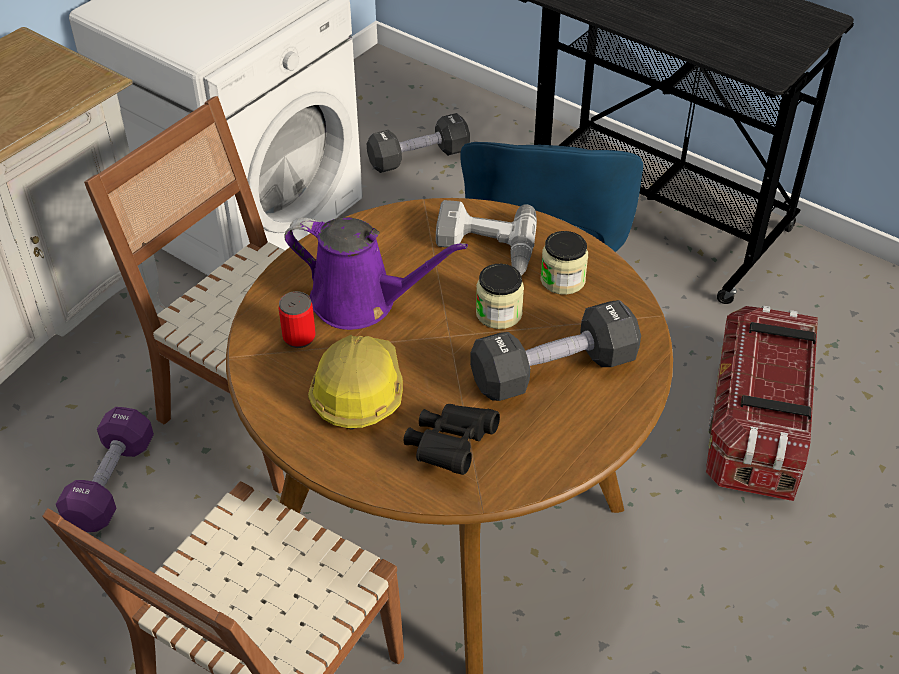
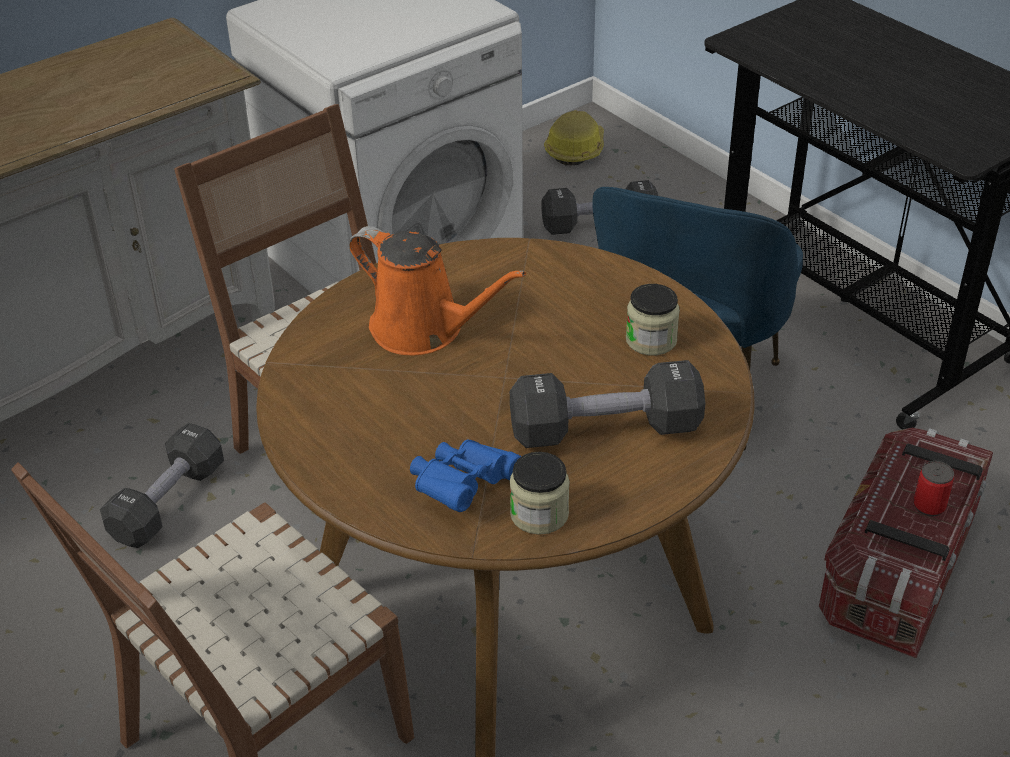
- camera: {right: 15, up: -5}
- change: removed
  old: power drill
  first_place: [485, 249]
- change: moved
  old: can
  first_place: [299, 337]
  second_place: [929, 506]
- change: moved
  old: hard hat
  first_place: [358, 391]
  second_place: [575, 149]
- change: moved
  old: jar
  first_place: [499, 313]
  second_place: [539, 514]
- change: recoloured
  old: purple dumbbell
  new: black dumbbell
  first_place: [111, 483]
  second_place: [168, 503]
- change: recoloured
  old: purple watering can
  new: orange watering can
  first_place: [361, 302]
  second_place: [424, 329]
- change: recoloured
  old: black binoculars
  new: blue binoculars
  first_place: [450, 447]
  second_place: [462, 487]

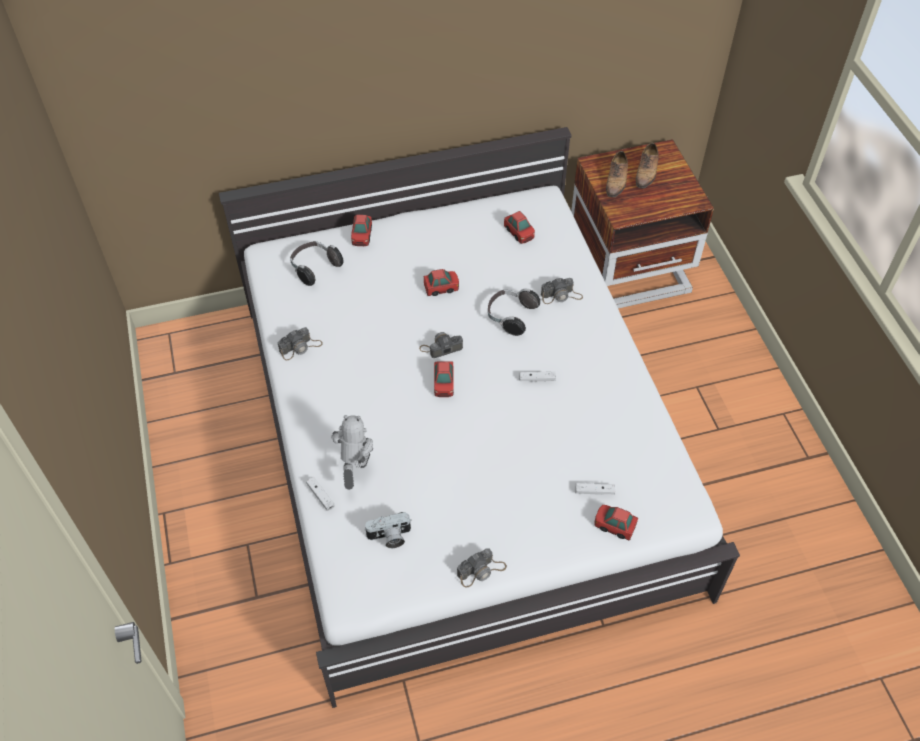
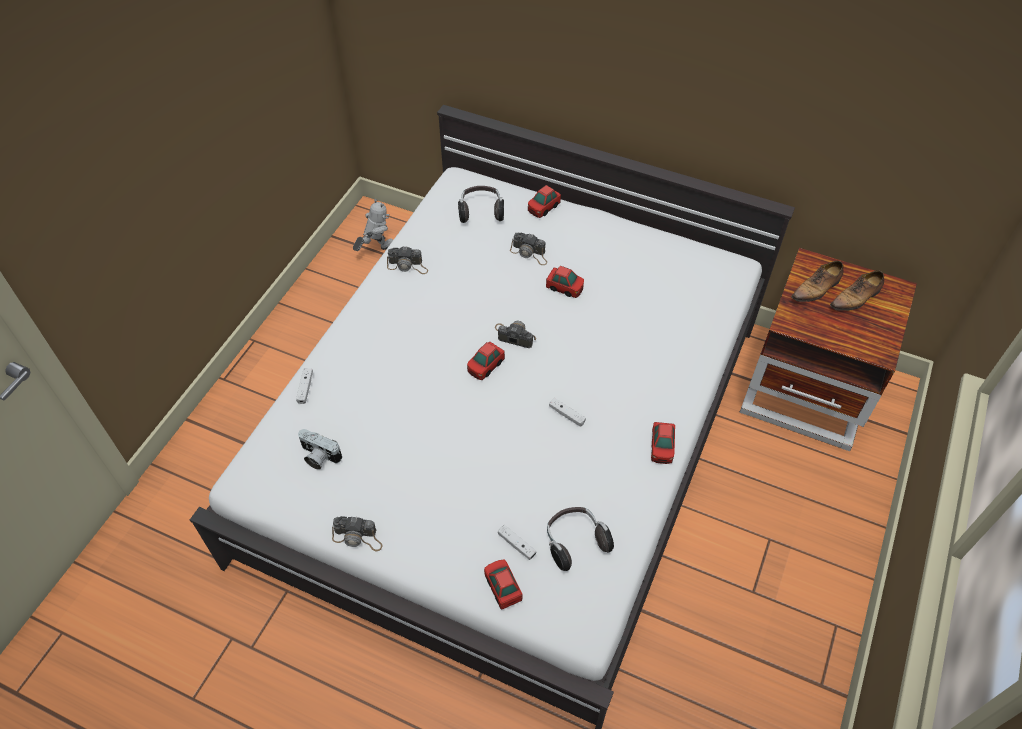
- camera: {right: 40, up: 0}
- change: moved
  old: toy robot
  first_place: [355, 471]
  second_place: [376, 249]
- change: moved
  old: headphones
  first_place: [510, 316]
  second_place: [575, 542]
- change: moved
  old: toy car
  first_place: [519, 233]
  second_place: [661, 447]
- change: moved
  old: photo camera
  first_place: [561, 296]
  second_place: [529, 253]

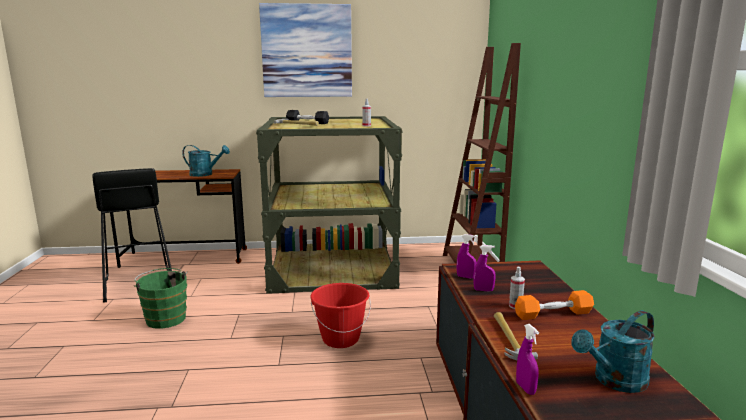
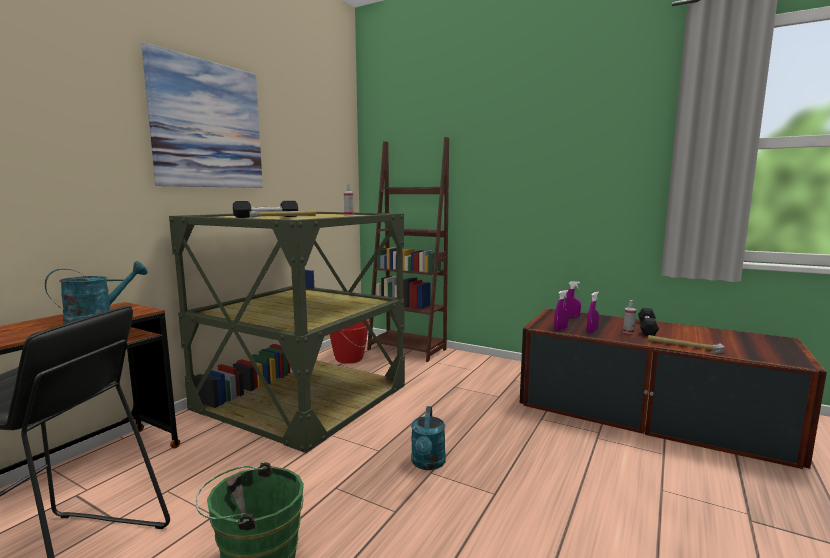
- camera: {right: -55, up: -5}
- change: moved
  old: red bucket
  first_place: [340, 339]
  second_place: [349, 358]
- change: moved
  old: purple spray bottle
  first_place: [525, 388]
  second_place: [571, 316]
- change: moved
  old: turquoise watering can
  first_place: [614, 381]
  second_place: [428, 464]
- change: recoloured
  old: orange dumbbell
  new: black dumbbell
  first_place: [553, 314]
  second_place: [647, 328]

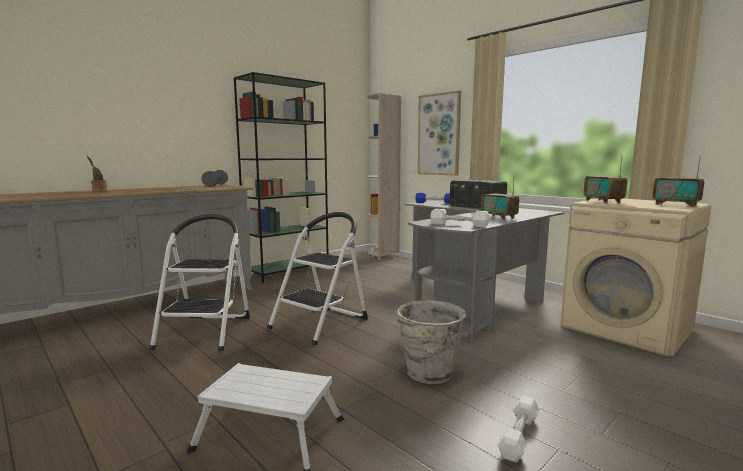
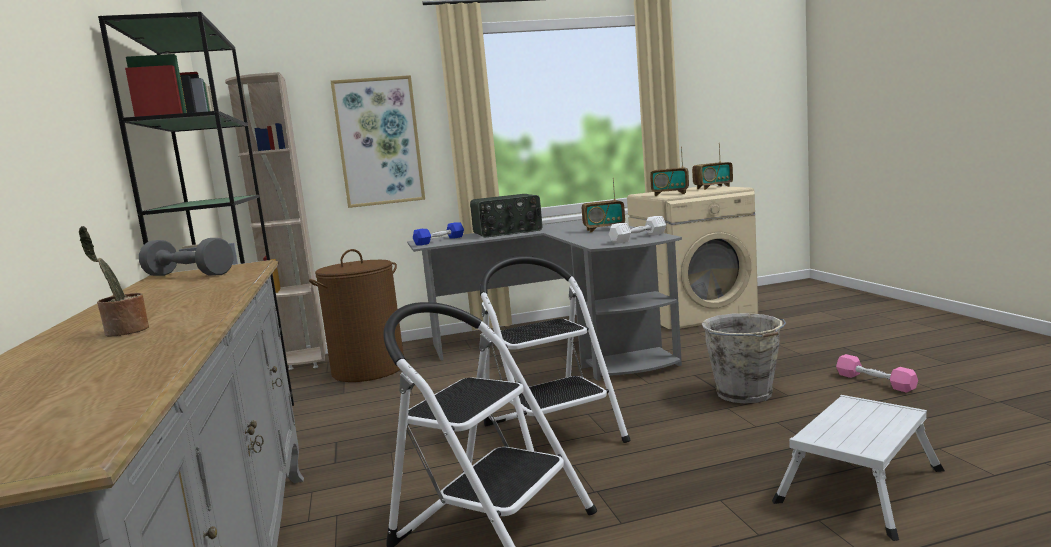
- camera: {right: -60, up: 0}
- change: added
  new: brown laundry basket
  second_place: [368, 370]
- change: recoloured
  old: white dumbbell
  new: pink dumbbell
  first_place: [519, 436]
  second_place: [875, 382]

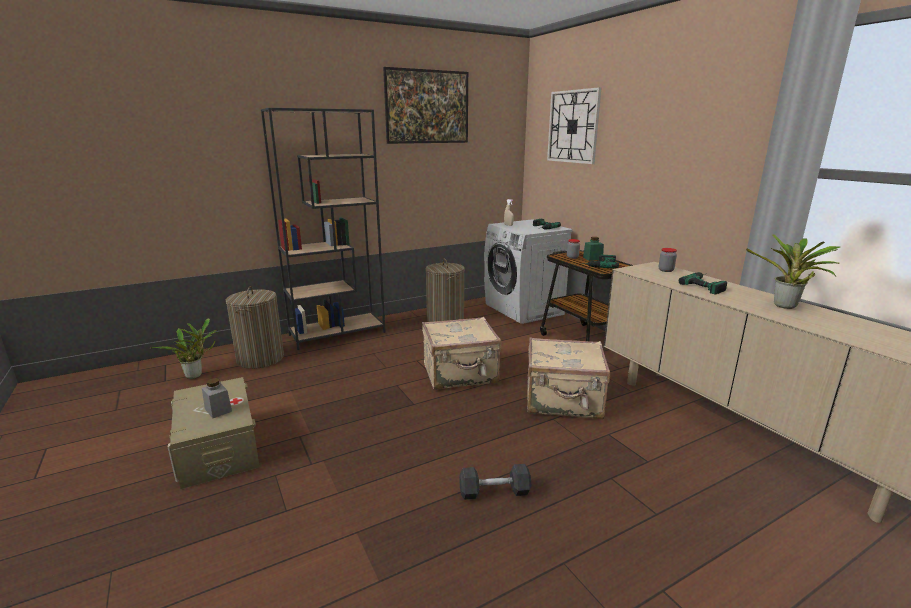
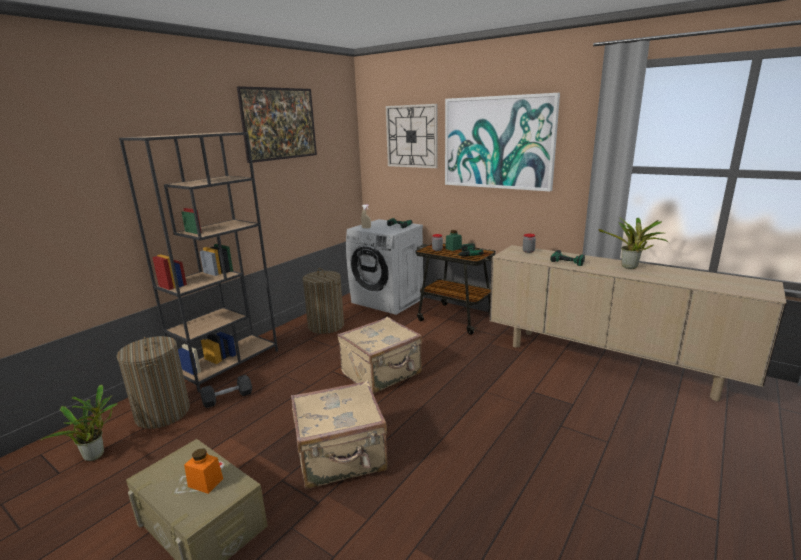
- camera: {right: -25, up: 0}
- change: added
  new: picture
  second_place: [498, 143]
- change: moved
  old: grey dumbbell
  first_place: [494, 492]
  second_place: [228, 398]
- change: moved
  old: beige suitcase
  first_place: [563, 401]
  second_place: [341, 457]
- change: recoloured
  old: grey jar
  new: orange jar
  first_place: [218, 410]
  second_place: [205, 482]

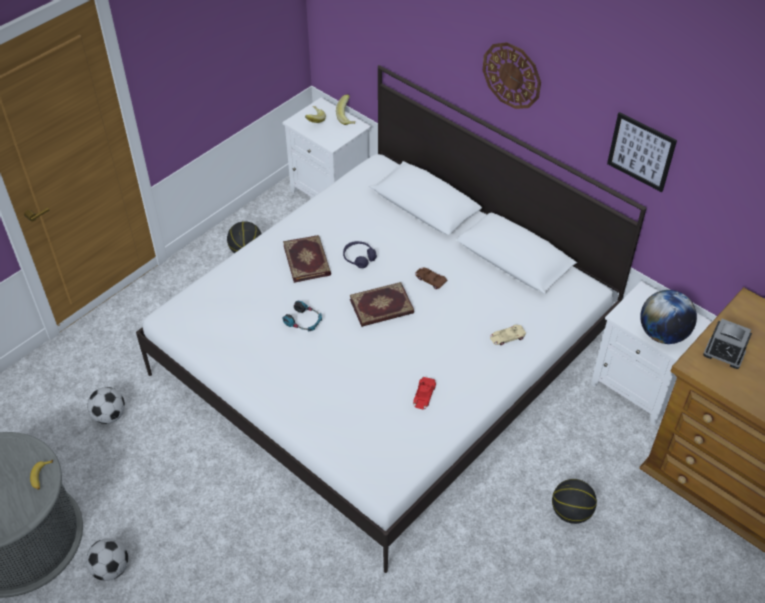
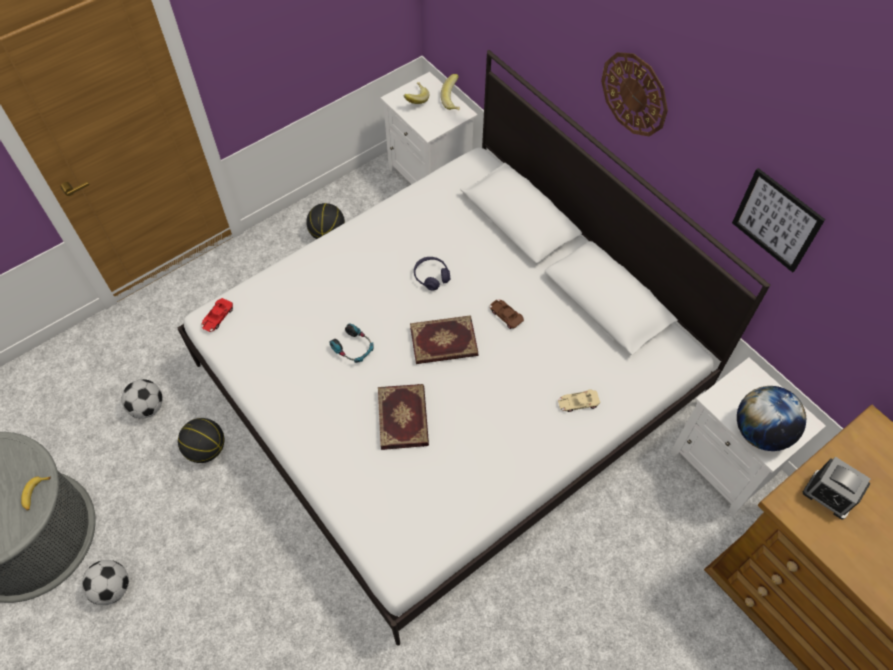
- camera: {right: 10, up: 10}
- change: moved
  old: book
  first_place: [307, 260]
  second_place: [404, 418]
- change: moved
  old: red toy car
  first_place: [424, 396]
  second_place: [217, 317]
- change: moved
  old: basketball
  first_place: [571, 512]
  second_place: [206, 449]

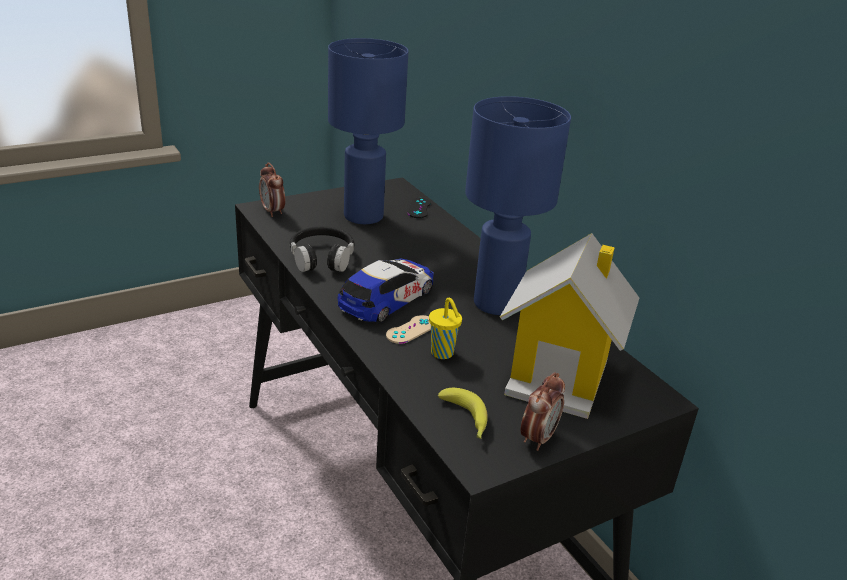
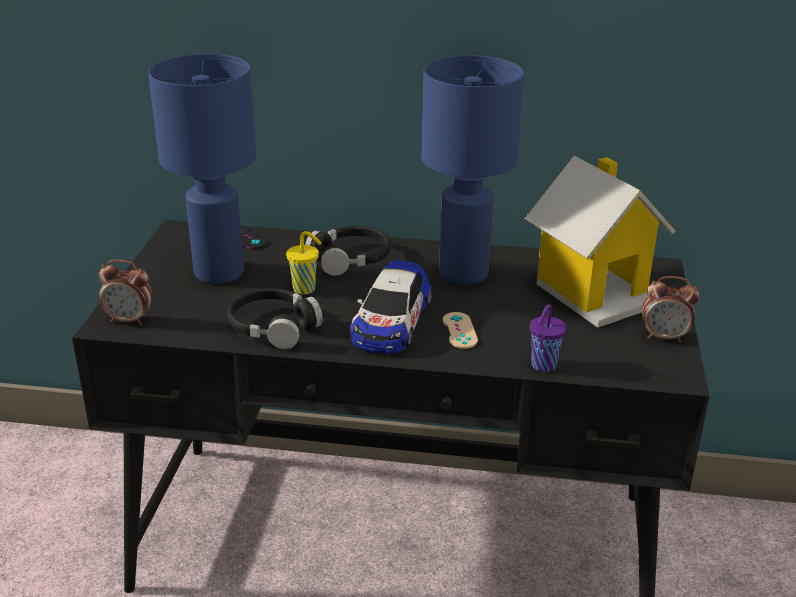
- camera: {right: -50, up: 0}
- change: removed
  old: banana
  first_place: [466, 420]
- change: added
  new: black headphones
  second_place: [350, 259]
- change: added
  new: purple cup
  second_place: [543, 366]
- change: moved
  old: yellow cup
  first_place: [443, 354]
  second_place: [305, 289]
- change: turned
  old: toy car
  first_place: [387, 297]
  second_place: [391, 321]
  degrees: -150
- change: turned
  old: alarm clock
  first_place: [538, 438]
  second_place: [664, 337]
  degrees: 120

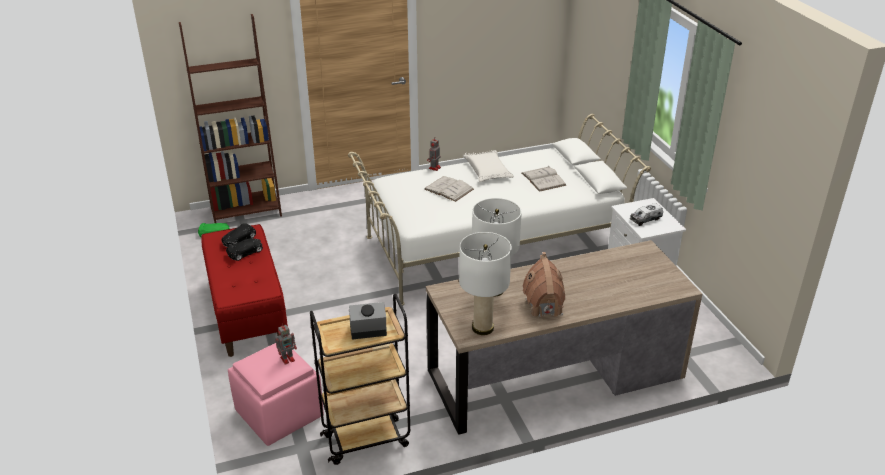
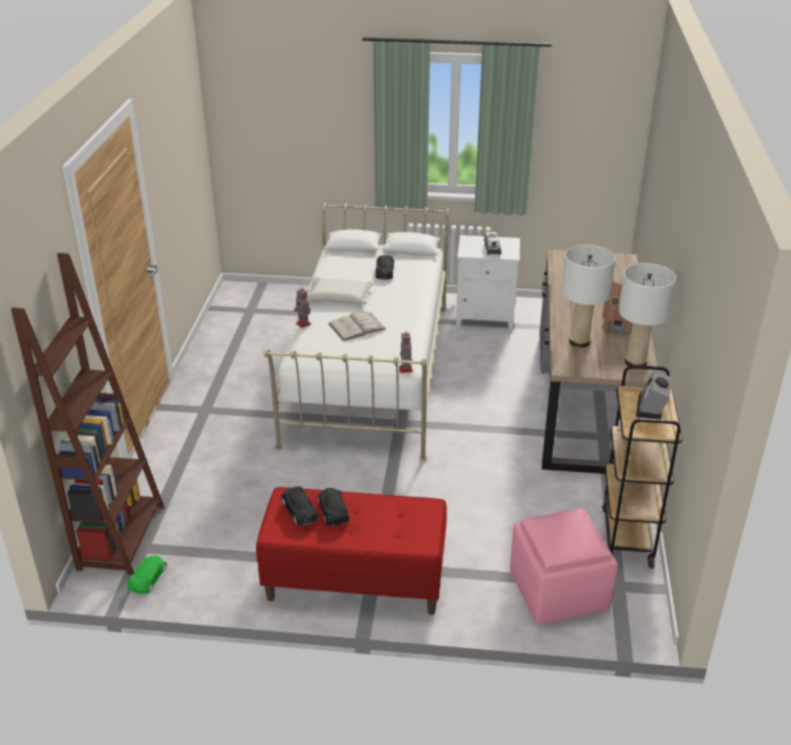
- camera: {right: -65, up: 0}
- change: moved
  old: toy robot
  first_place: [288, 358]
  second_place: [405, 368]
- change: replaced
  old: white book
  new: black toy car
  first_place: [543, 179]
  second_place: [384, 272]

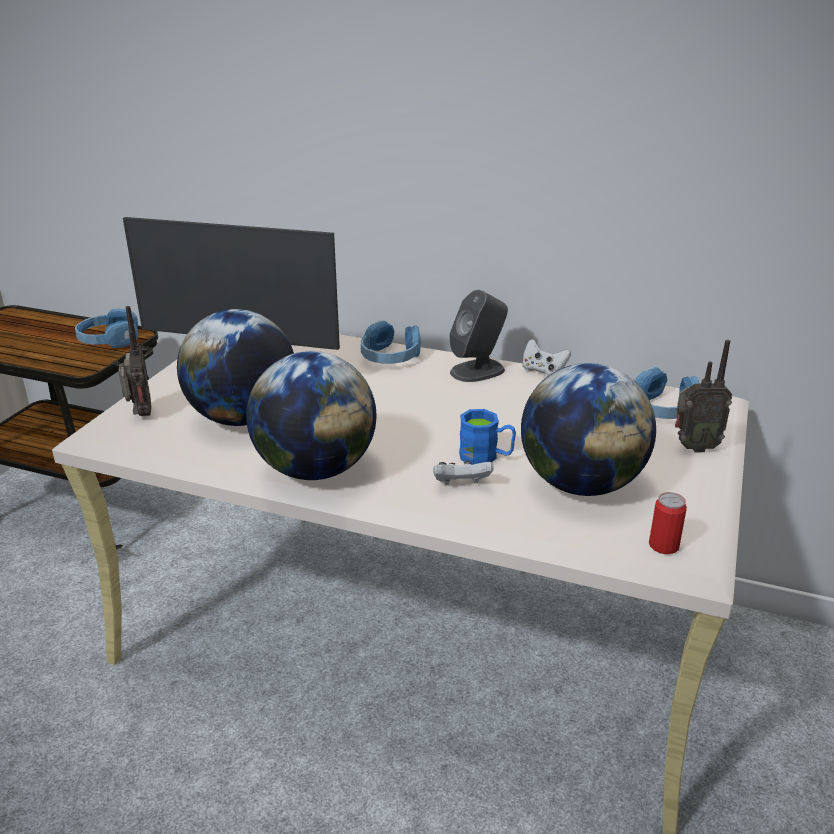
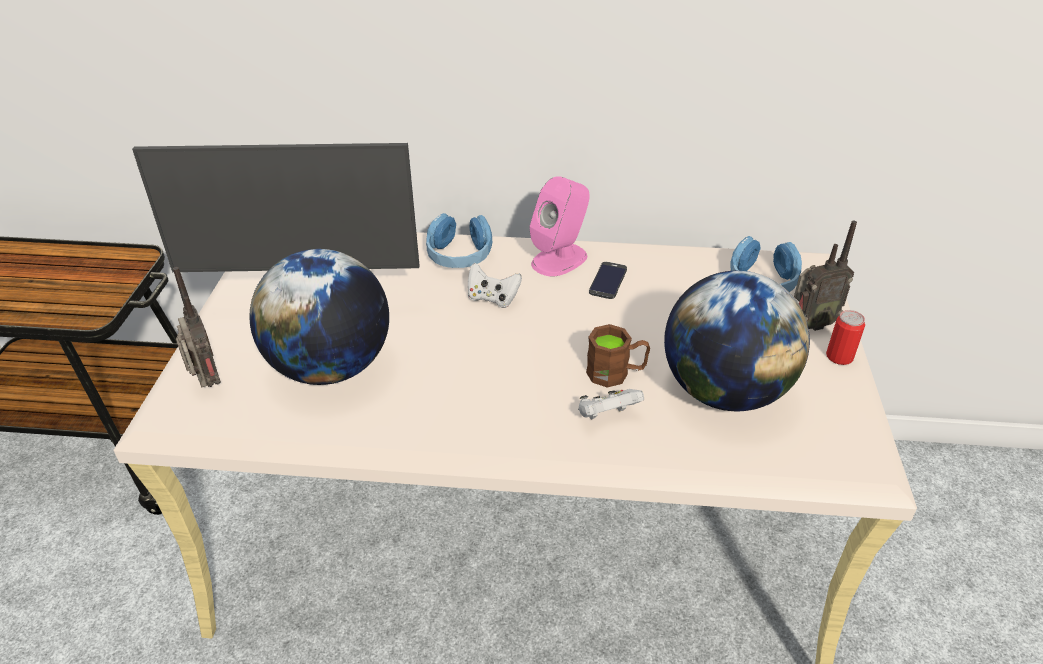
- camera: {right: -15, up: 10}
- change: removed
  old: blue headphones
  first_place: [109, 340]
- change: removed
  old: globe
  first_place: [315, 469]
- change: added
  new: phone
  second_place: [608, 280]
- change: moved
  old: white game controller
  first_place: [543, 371]
  second_place: [492, 298]
- change: moved
  old: can
  first_place: [663, 546]
  second_place: [839, 357]
- change: recoloured
  old: grey speaker
  new: pink speaker
  first_place: [478, 371]
  second_place: [560, 259]
- change: recoloured
  old: blue mug
  new: brown mug
  first_place: [486, 456]
  second_place: [616, 373]

